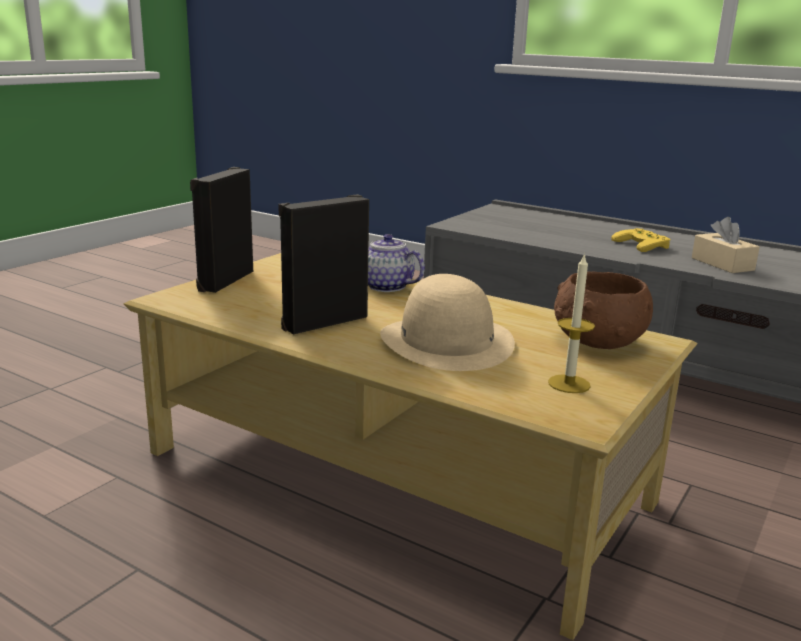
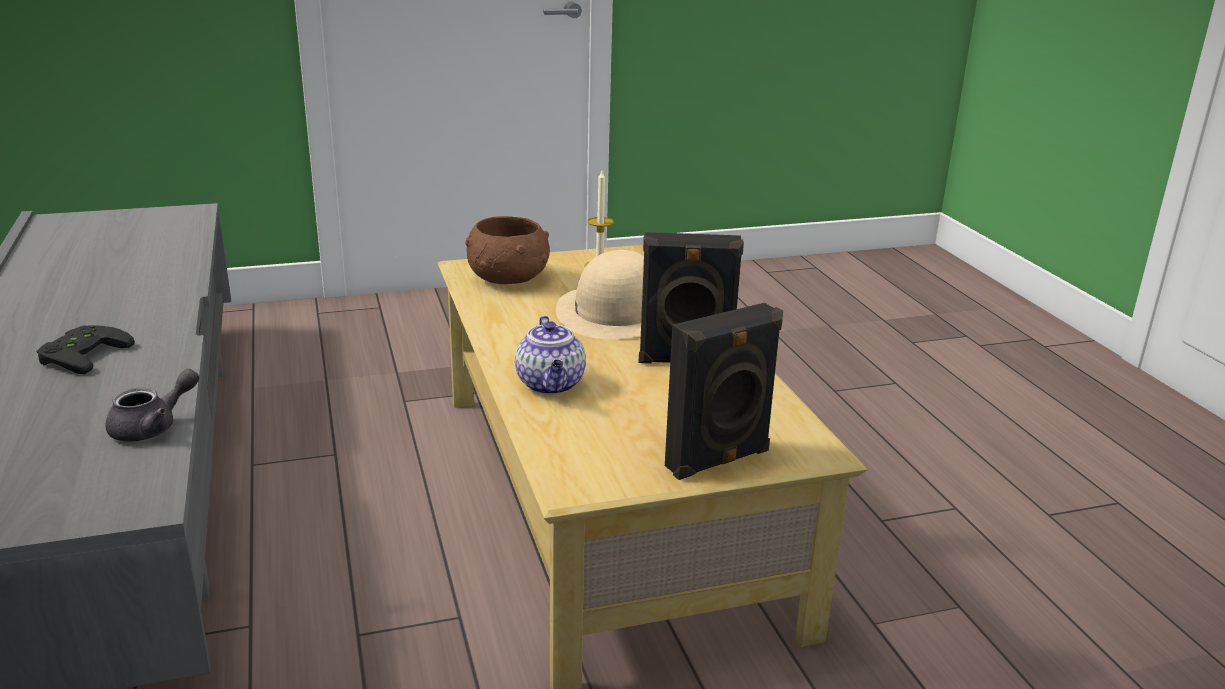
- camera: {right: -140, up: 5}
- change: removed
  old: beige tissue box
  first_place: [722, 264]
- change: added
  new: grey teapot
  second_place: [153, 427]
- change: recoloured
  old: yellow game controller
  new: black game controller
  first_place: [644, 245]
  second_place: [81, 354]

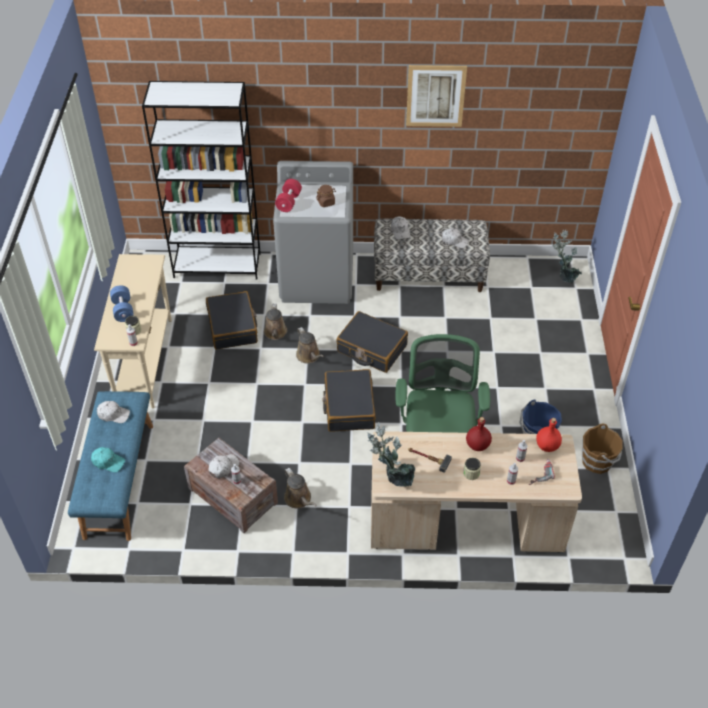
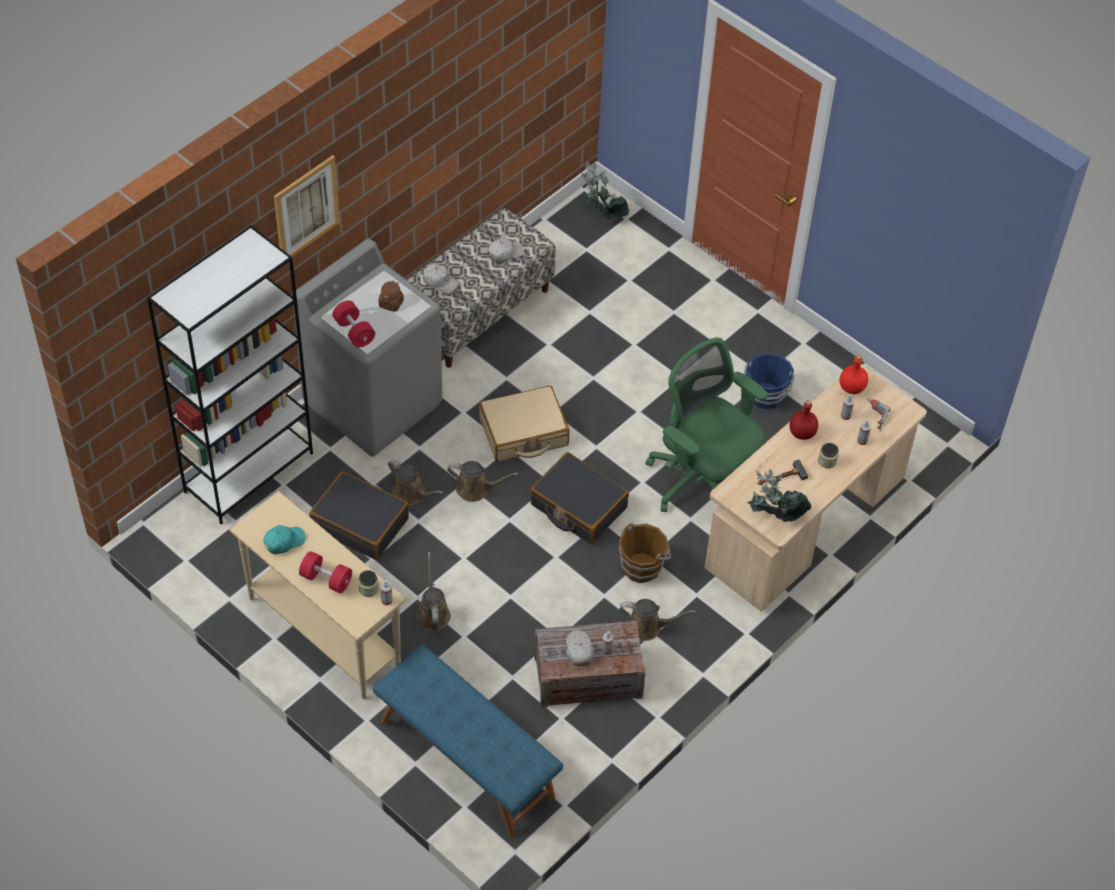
- camera: {right: -50, up: 5}
- change: removed
  old: white cap
  first_place: [113, 414]
- change: added
  new: brown watering can
  second_place: [433, 612]
- change: moved
  old: turquoise cap
  first_place: [108, 462]
  second_place: [284, 541]
- change: moved
  old: picture
  first_place: [435, 95]
  second_place: [306, 208]
- change: moved
  old: brown bucket
  first_place: [597, 461]
  second_place: [642, 566]
- change: recoloured
  old: blue dumbbell
  new: red dumbbell
  first_place: [123, 310]
  second_place: [326, 579]
- change: recoloured
  old: black suitcase
  new: beige suitcase
  first_place: [371, 349]
  second_place: [523, 432]

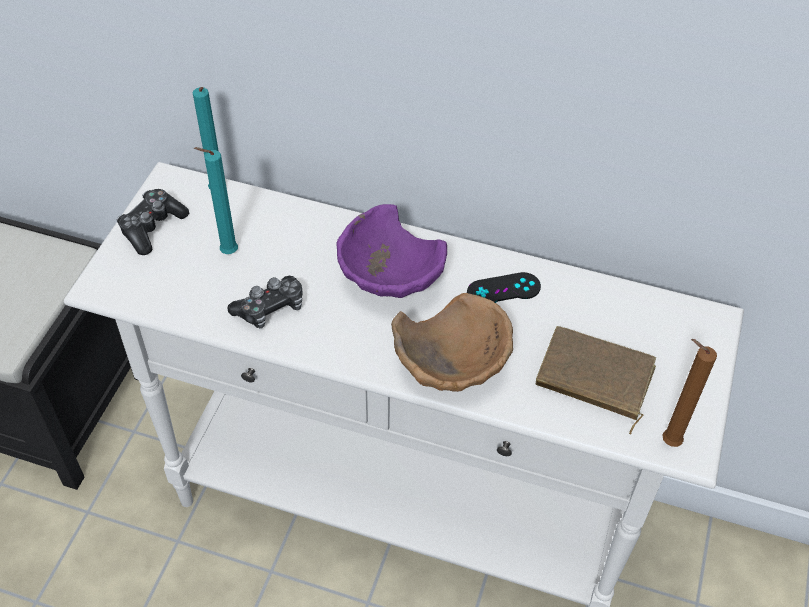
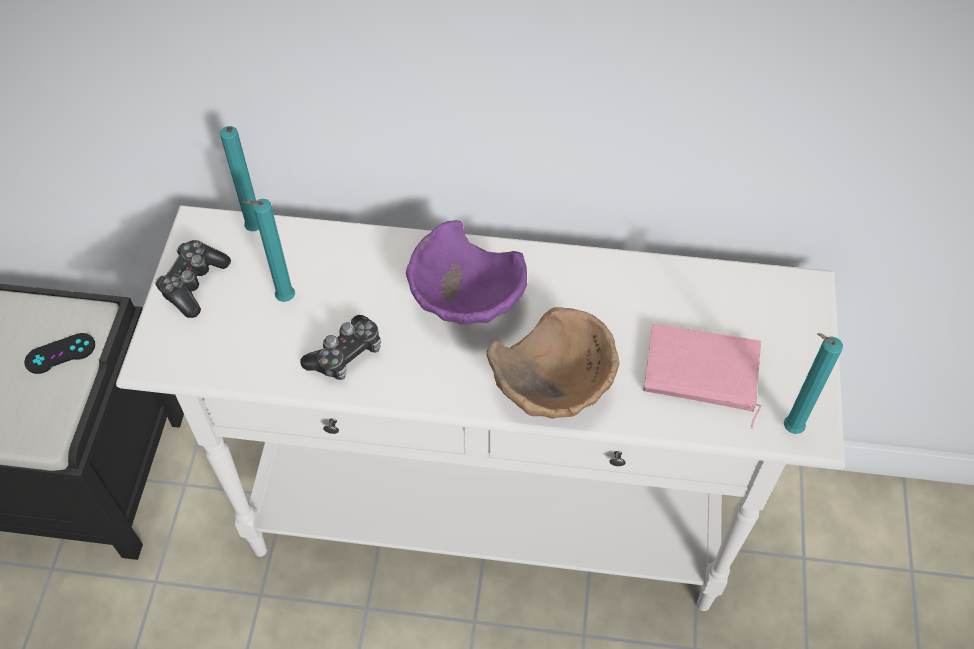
- camera: {right: -10, up: 5}
- change: moved
  old: black game controller
  first_place: [503, 290]
  second_place: [60, 353]
- change: recoloured
  old: brown book
  new: pink book
  first_place: [593, 379]
  second_place: [700, 375]
- change: recoloured
  old: brown candle
  new: turquoise candle
  first_place: [667, 441]
  second_place: [788, 428]

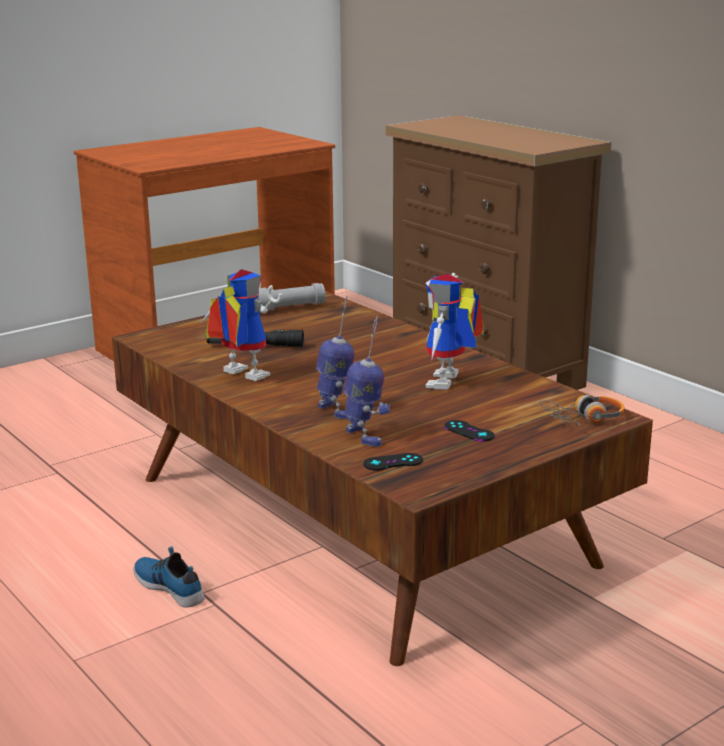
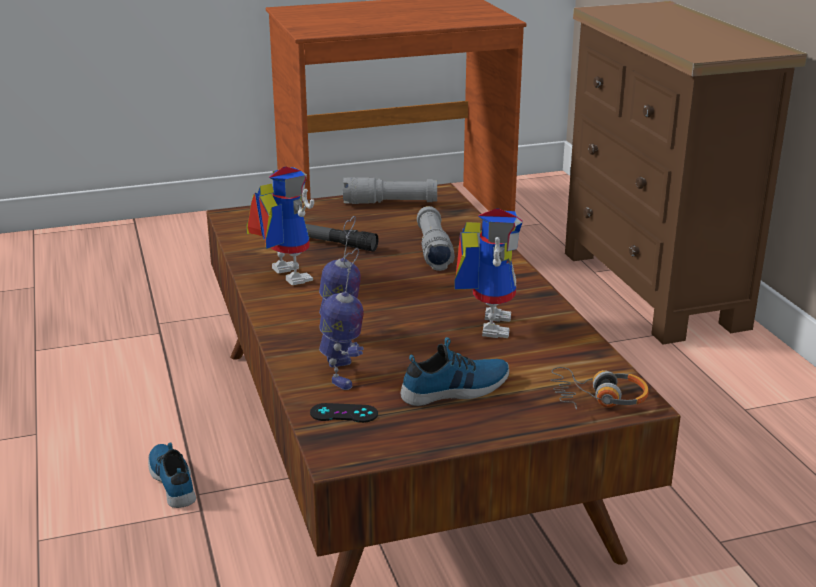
- camera: {right: 20, up: 5}
- change: added
  new: grey flashlight
  second_place: [433, 249]
- change: replaced
  old: black game controller
  new: shoe
  first_place: [469, 431]
  second_place: [456, 389]
- change: turned
  old: toy robot
  first_place: [449, 383]
  second_place: [487, 323]
  degrees: 150

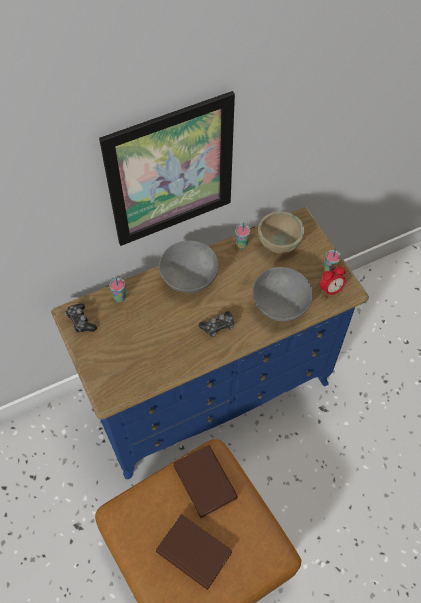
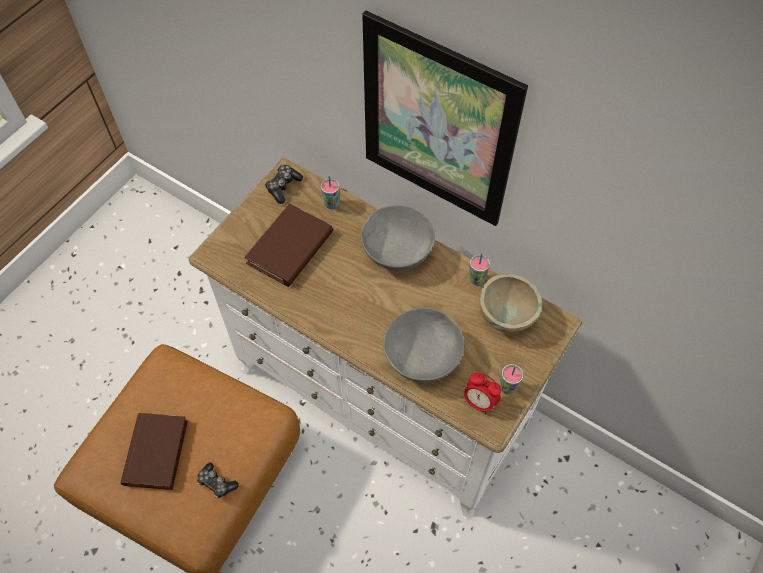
- camera: {right: 60, up: 0}
- change: moved
  old: brown book
  first_place: [205, 481]
  second_place: [290, 248]
- change: moved
  old: game controller
  first_place: [218, 326]
  second_place: [216, 483]
- change: recoloured
  old: blue dresser
  new: white dresser
  first_place: [211, 392]
  second_place: [380, 398]

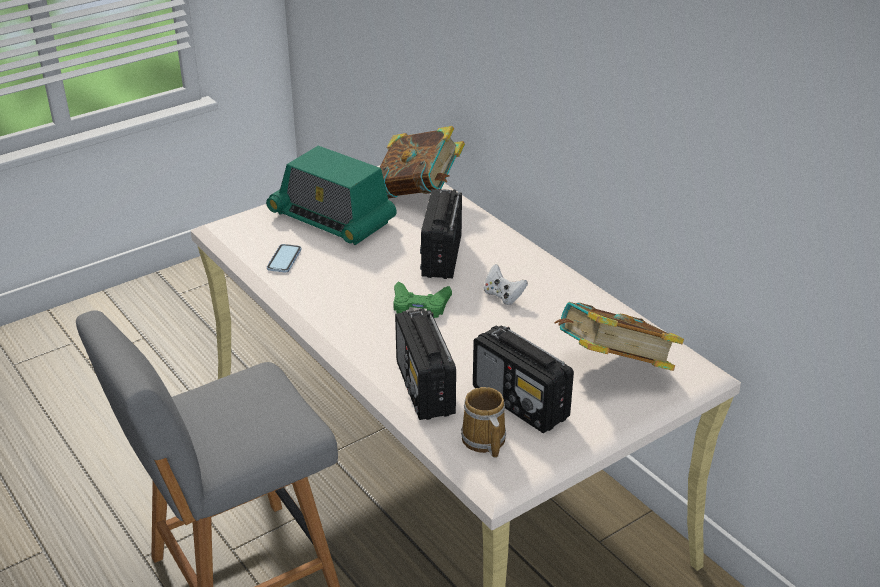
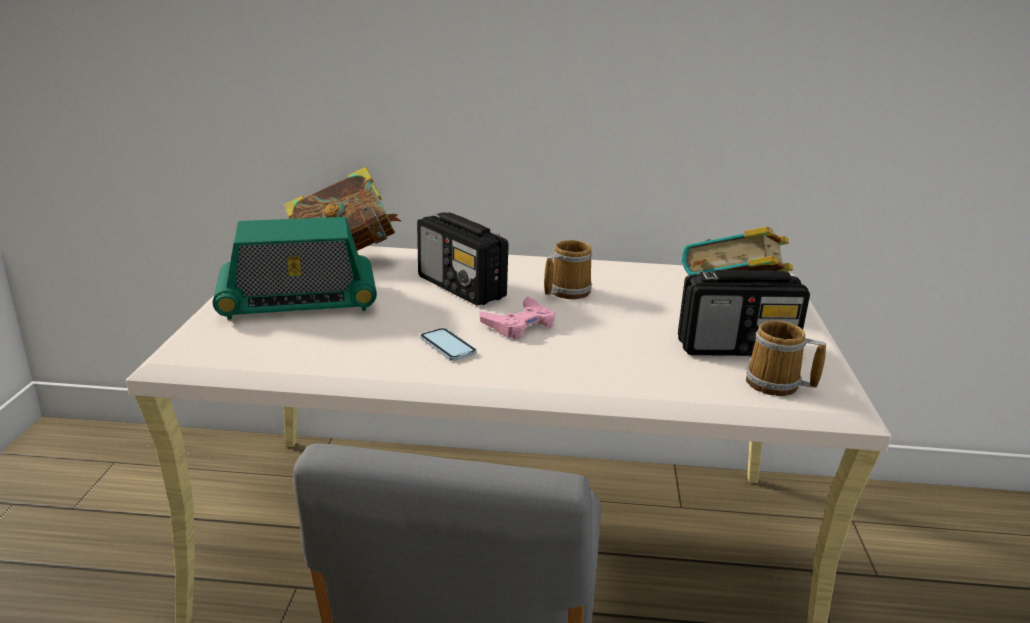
- camera: {right: -50, up: -10}
- change: removed
  old: radio
  first_place: [425, 389]
- change: moved
  old: phone
  first_place: [284, 259]
  second_place: [447, 346]
- change: replaced
  old: white game controller
  new: mug
  first_place: [503, 296]
  second_place: [566, 291]
- change: recoloured
  old: green game controller
  new: pink game controller
  first_place: [420, 305]
  second_place: [519, 325]

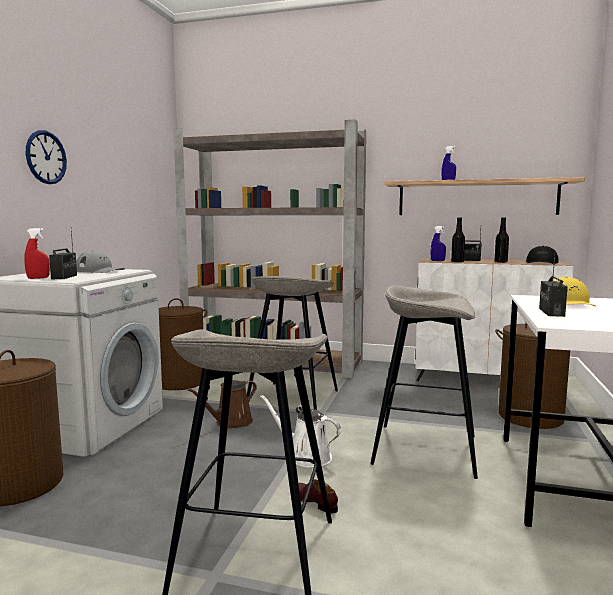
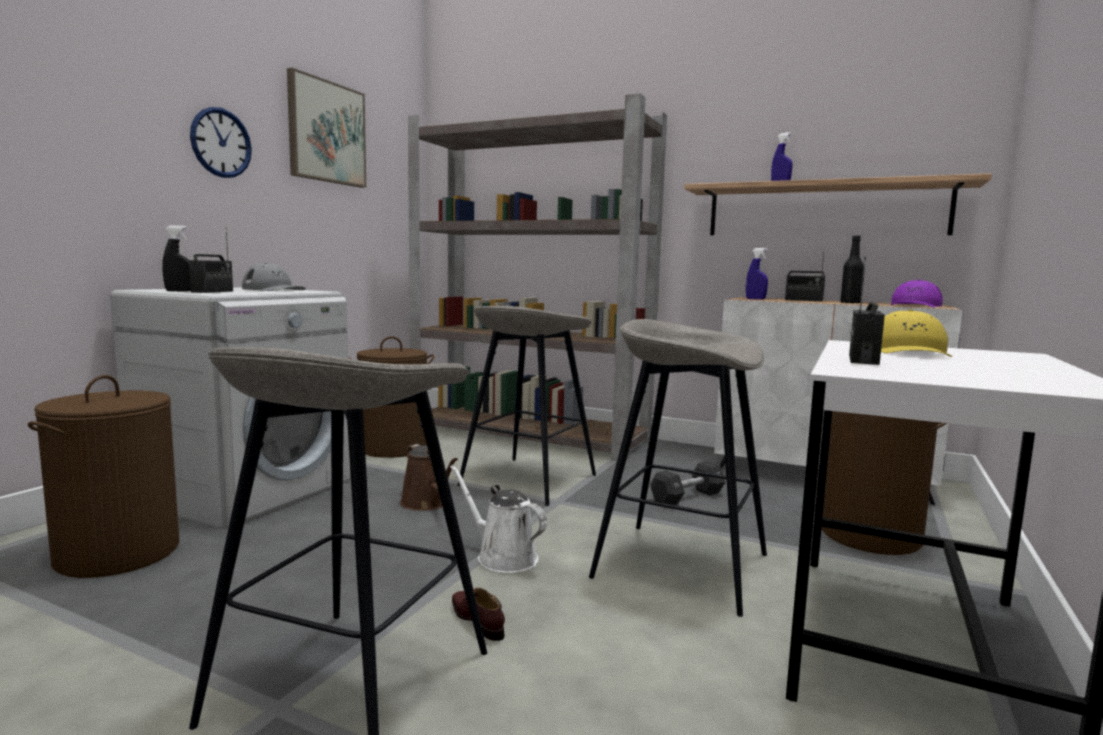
- camera: {right: 10, up: 0}
- change: removed
  old: black bottle
  first_place: [457, 262]
- change: added
  new: picture
  second_place: [326, 132]
- change: added
  new: black dumbbell
  second_place: [687, 497]
- change: recoloured
  old: red spray bottle
  new: black spray bottle
  first_place: [38, 278]
  second_place: [179, 291]
- change: recoloured
  old: black cap
  new: purple cap
  first_place: [541, 263]
  second_place: [914, 305]
- change: turned
  old: brown watering can
  first_place: [231, 422]
  second_place: [428, 503]
  degrees: -90

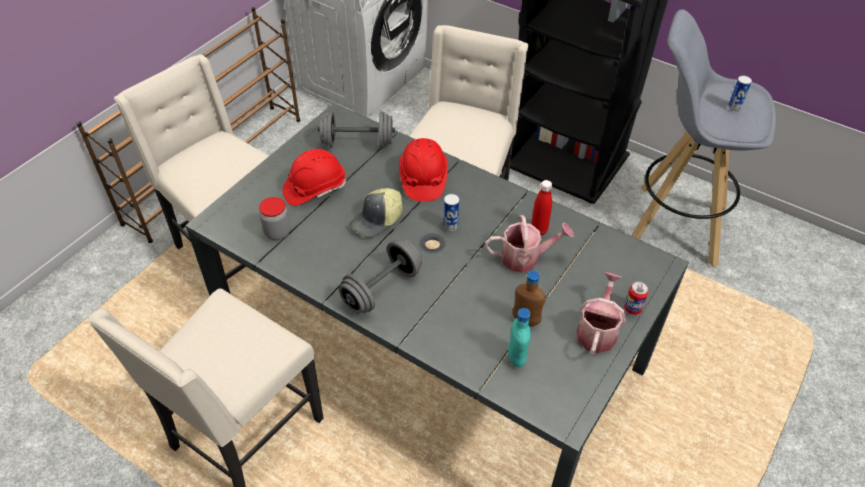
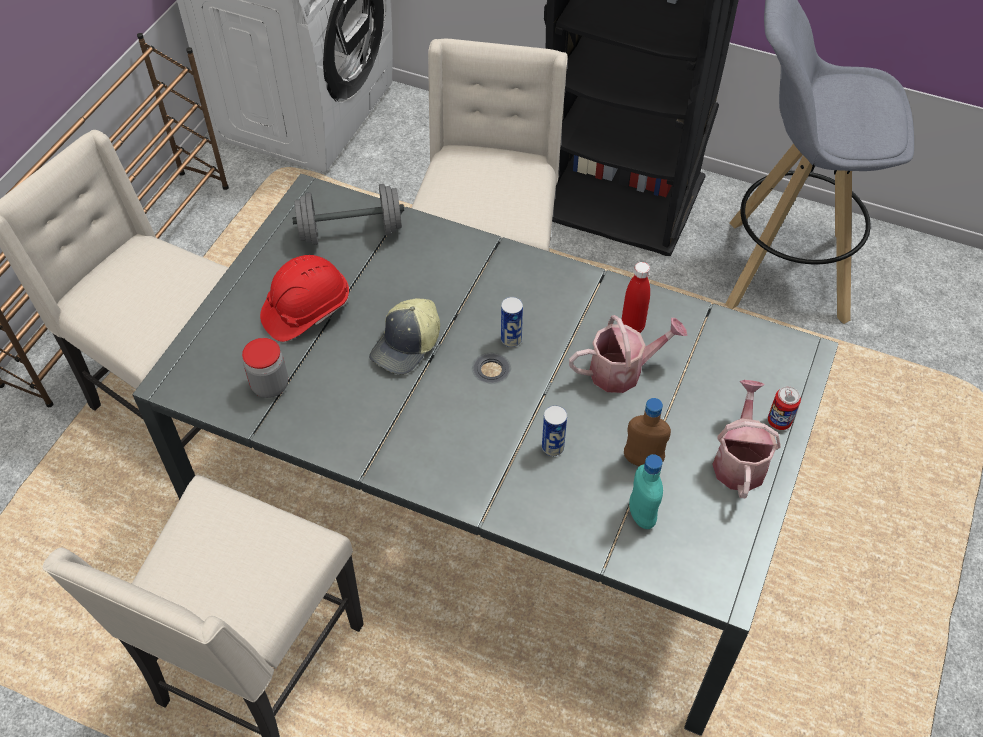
- camera: {right: -10, up: 5}
- change: removed
  old: grey dumbbell
  first_place: [382, 288]
- change: removed
  old: red hard hat
  first_place: [423, 179]
- change: moved
  old: can
  first_place: [734, 107]
  second_place: [552, 447]

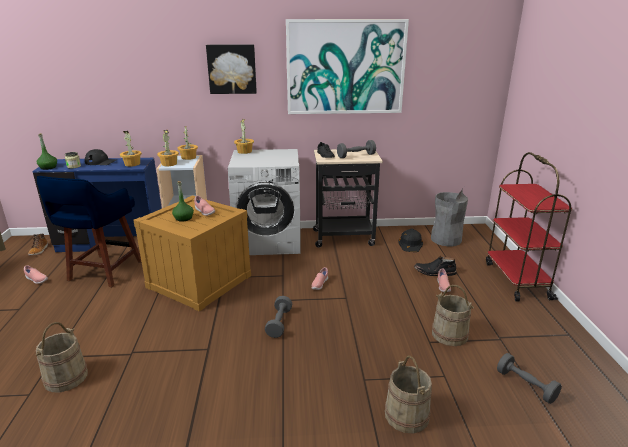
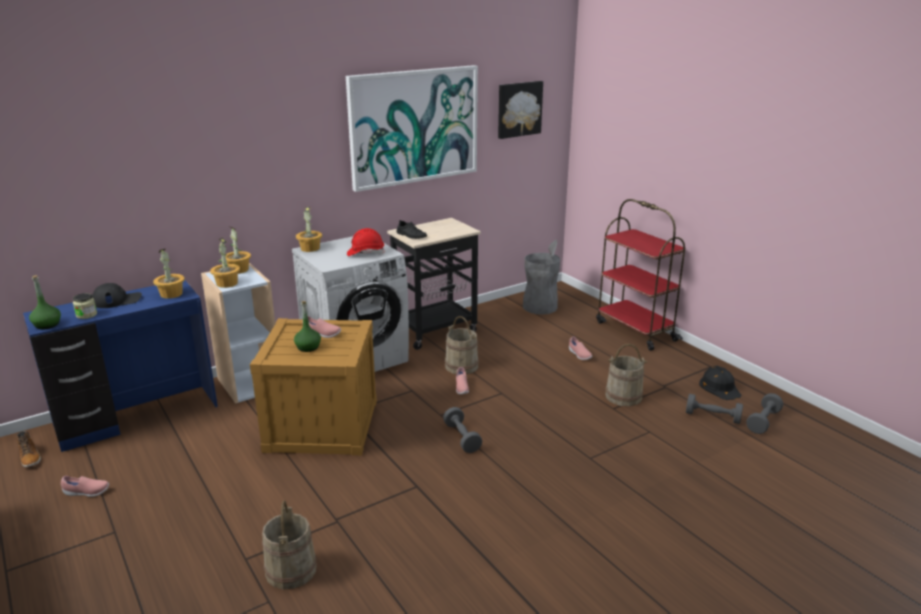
- camera: {right: -30, up: 0}
- change: removed
  old: blue stool
  first_place: [103, 272]
- change: removed
  old: black boot
  first_place: [434, 272]
- change: added
  new: red hard hat
  second_place: [365, 253]
- change: moved
  old: picture
  first_place: [232, 69]
  second_place: [518, 109]
- change: moved
  old: grey dumbbell
  first_place: [356, 156]
  second_place: [763, 421]
- change: moved
  old: beige bucket
  first_place: [407, 415]
  second_place: [461, 366]
- change: moved
  old: black hard hat
  first_place: [410, 244]
  second_place: [719, 387]

